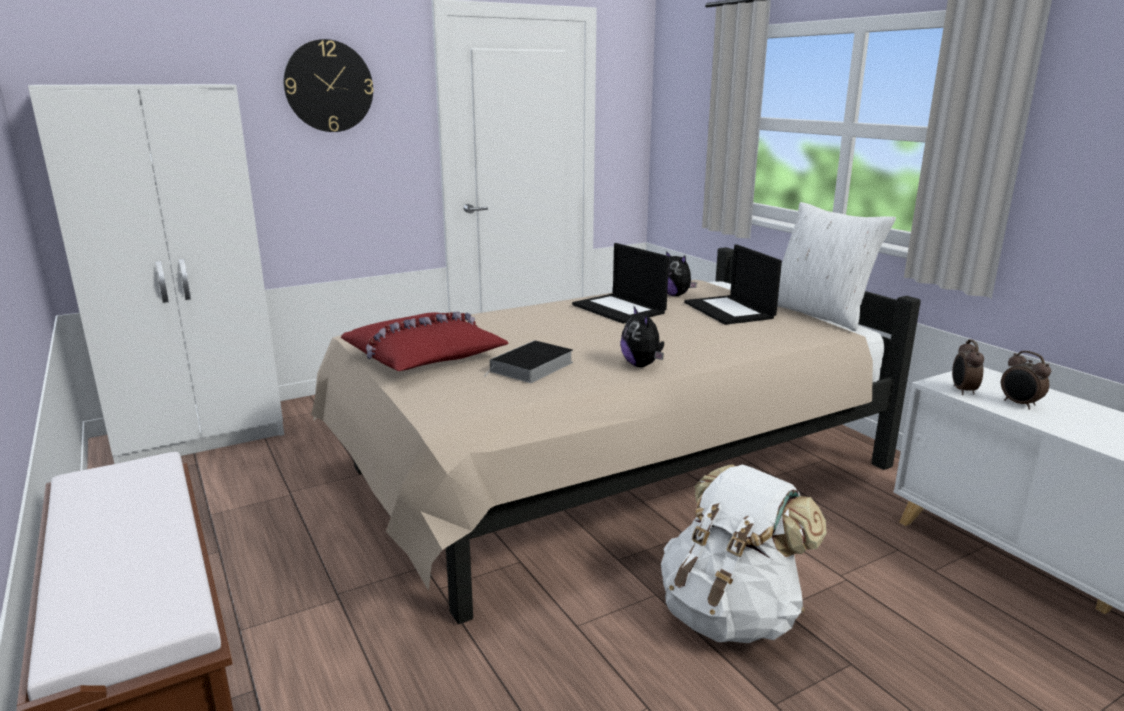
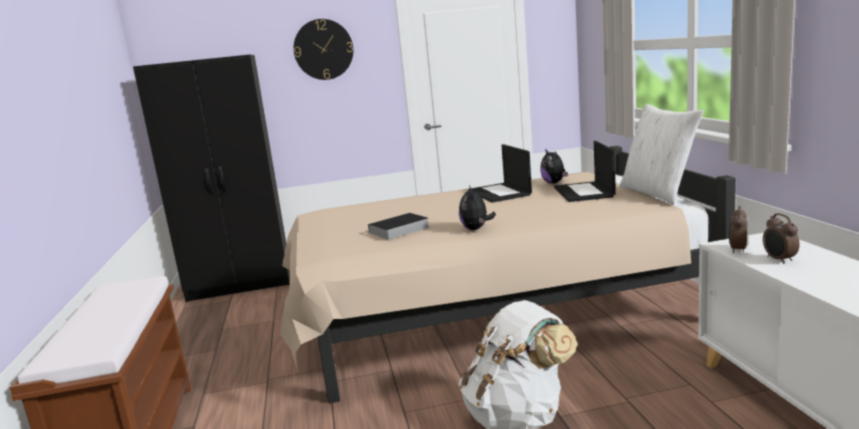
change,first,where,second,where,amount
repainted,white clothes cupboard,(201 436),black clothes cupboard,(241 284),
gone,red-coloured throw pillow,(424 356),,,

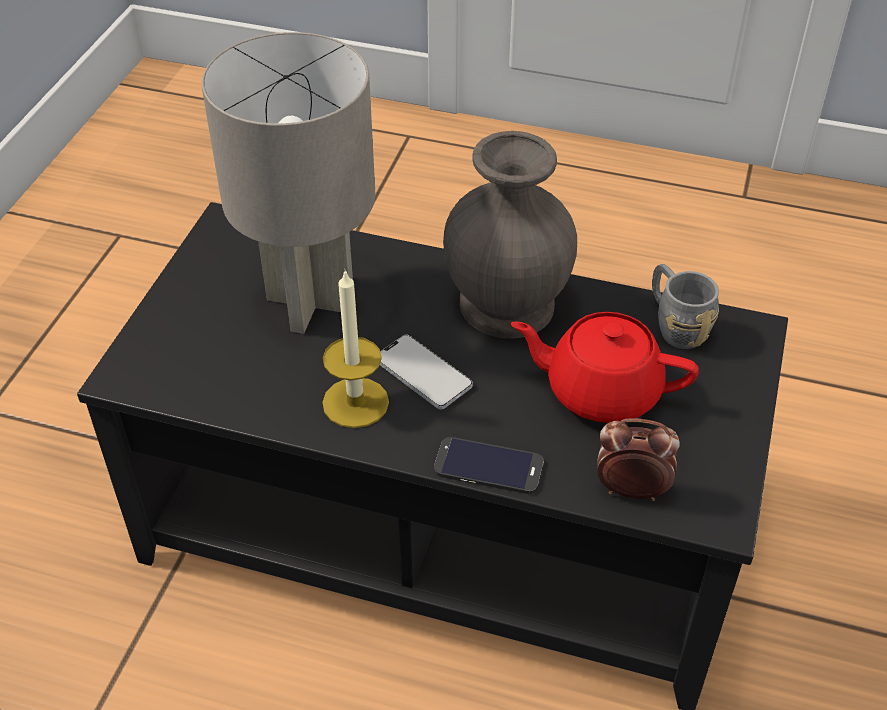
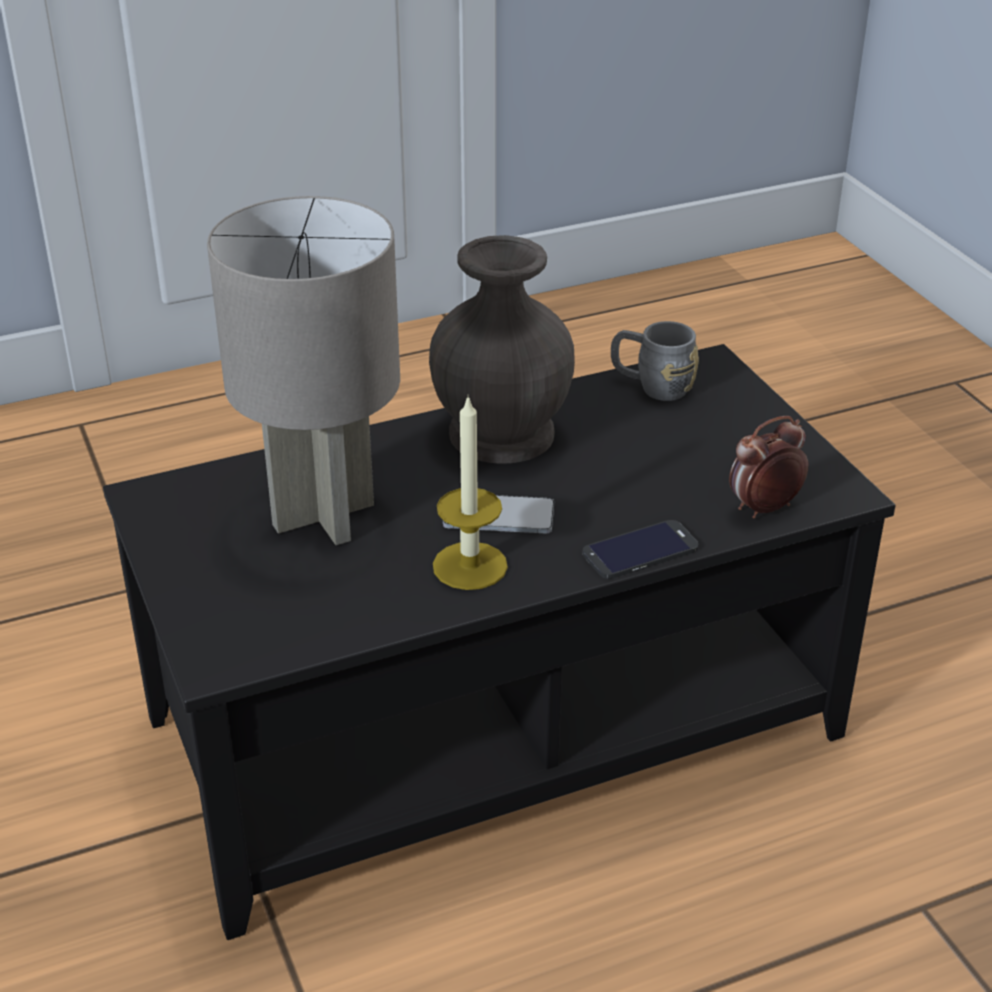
change,first,where,second,where,amount
gone,red-coloured tea pot,(600 390),,,

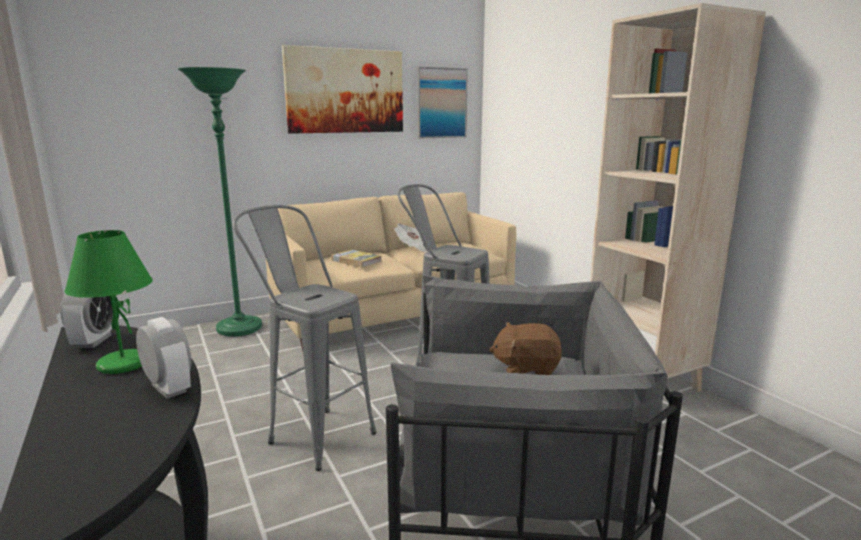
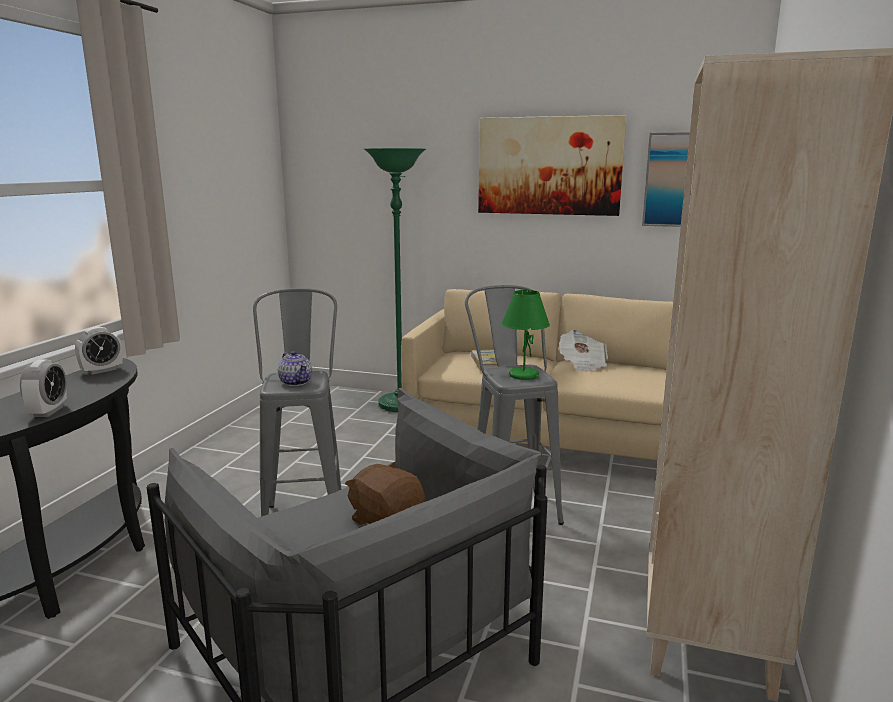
change,first,where,second,where,amount
shifted,green-coloured lamp for a table,(122 364),,(523 375),
new,,,tea pot,(296 382),

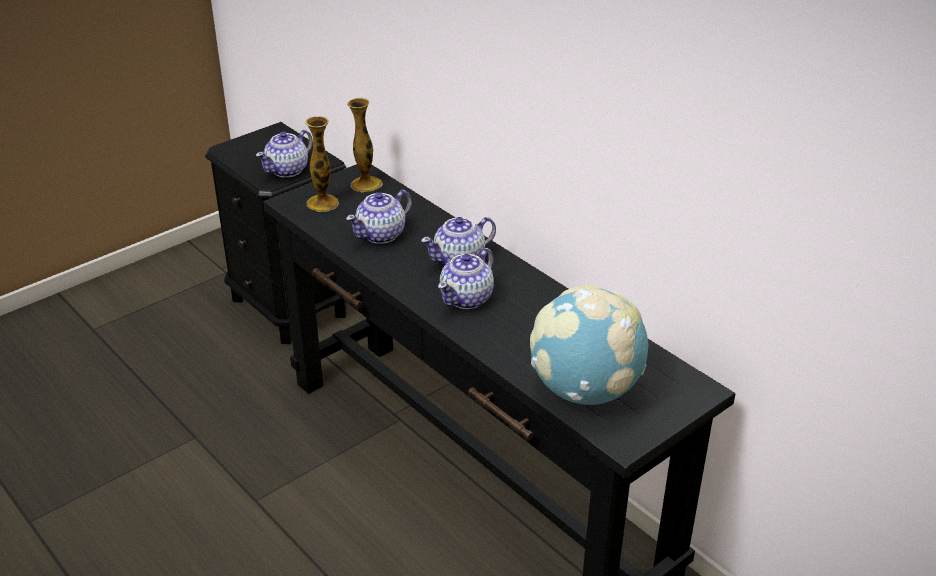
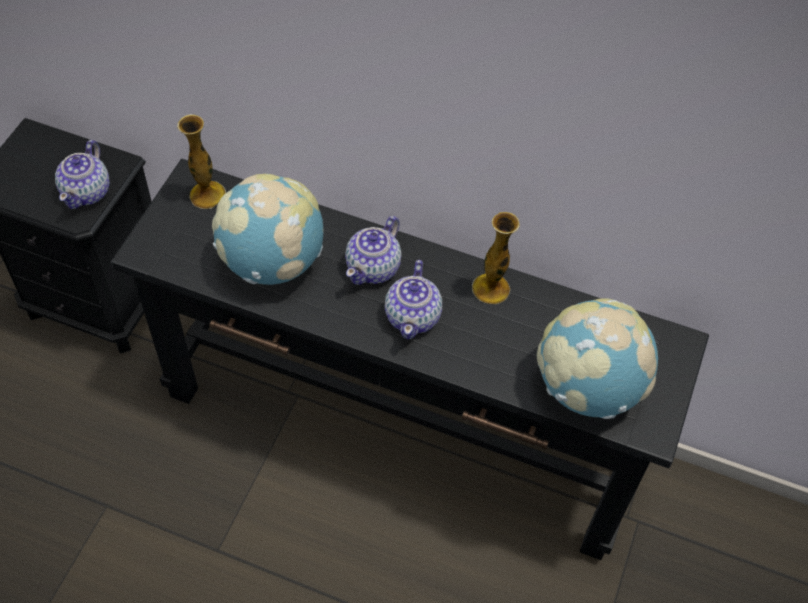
change,first,where,second,where,amount
shifted,decorative vase,(322 203),,(490 289),
swapped,tea pot,(382 234),desk globe,(273 262),

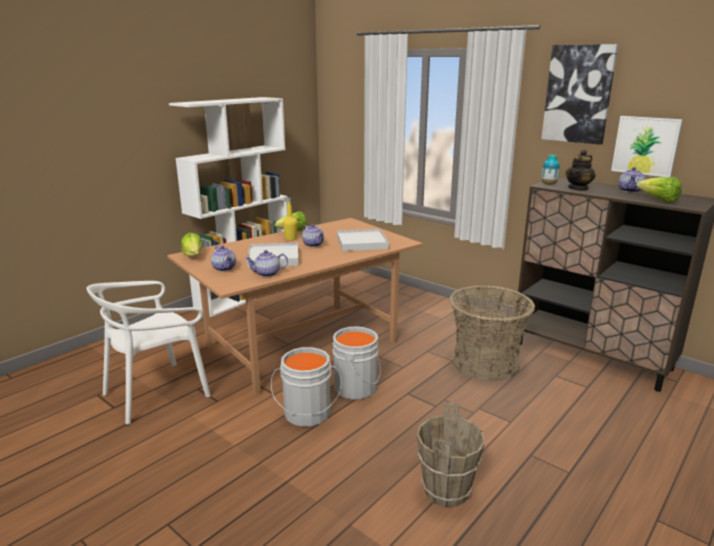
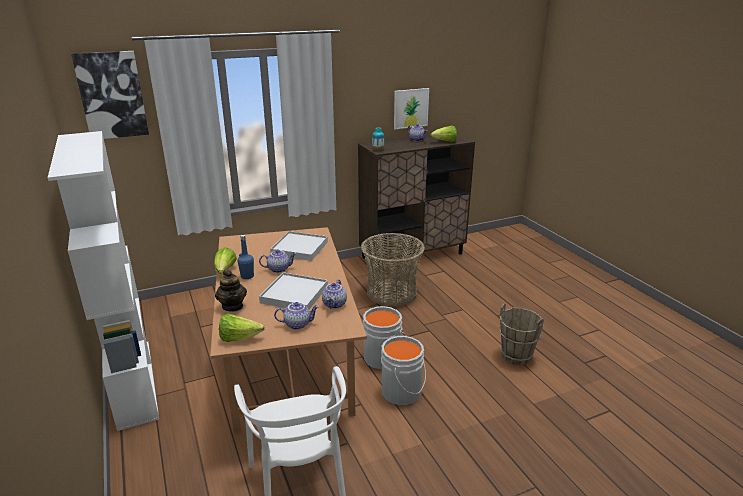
change,first,where,second,where,amount
shifted,picture,(578 94),,(112 95),
shifted,tea pot,(578 188),,(233 306),
repainted,yellow drink bottle,(290 239),blue drink bottle,(247 276),

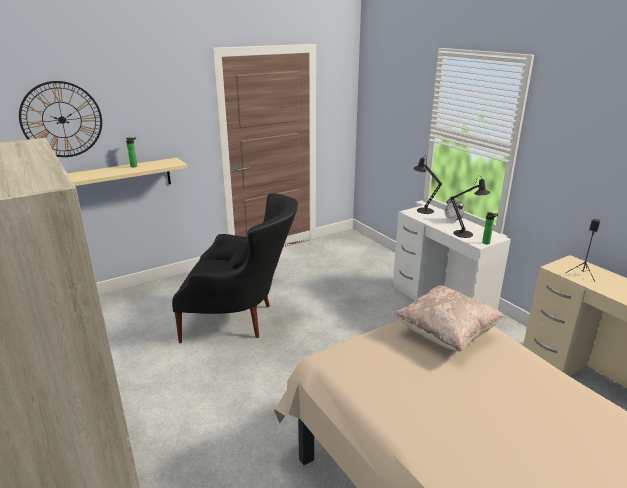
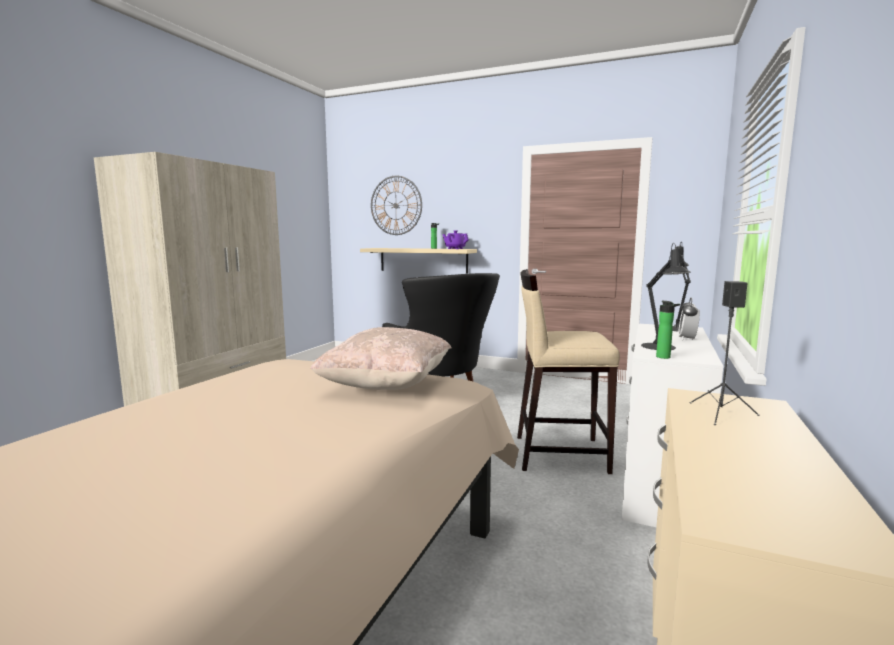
change,first,where,second,where,amount
new,,,purplish tea pot,(455 248),
new,,,beige-coloured sitting stool,(559 453),

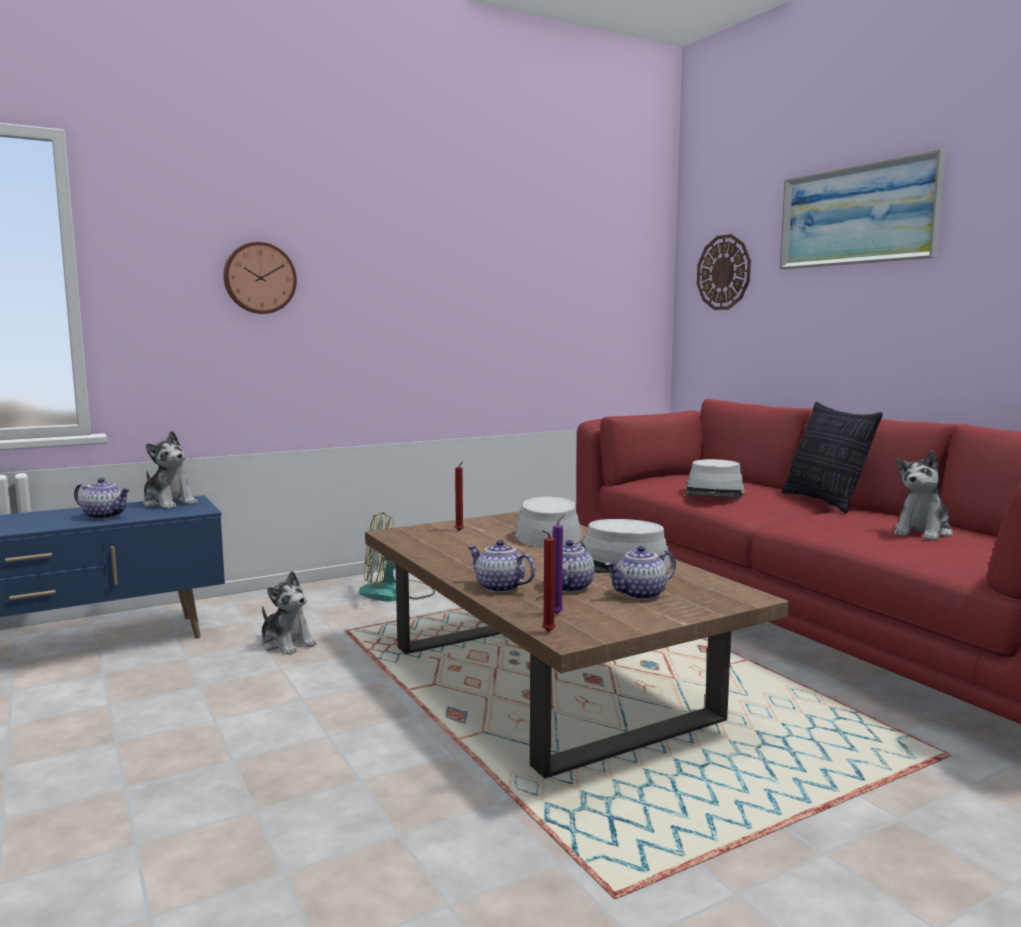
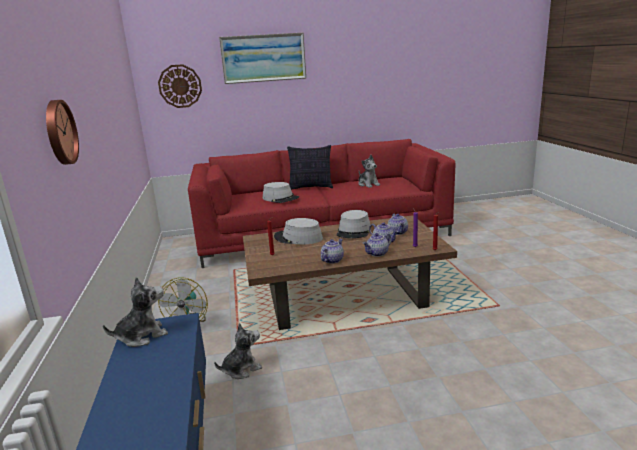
change,first,where,second,where,amount
shifted,tea pot,(105 516),,(332 260),

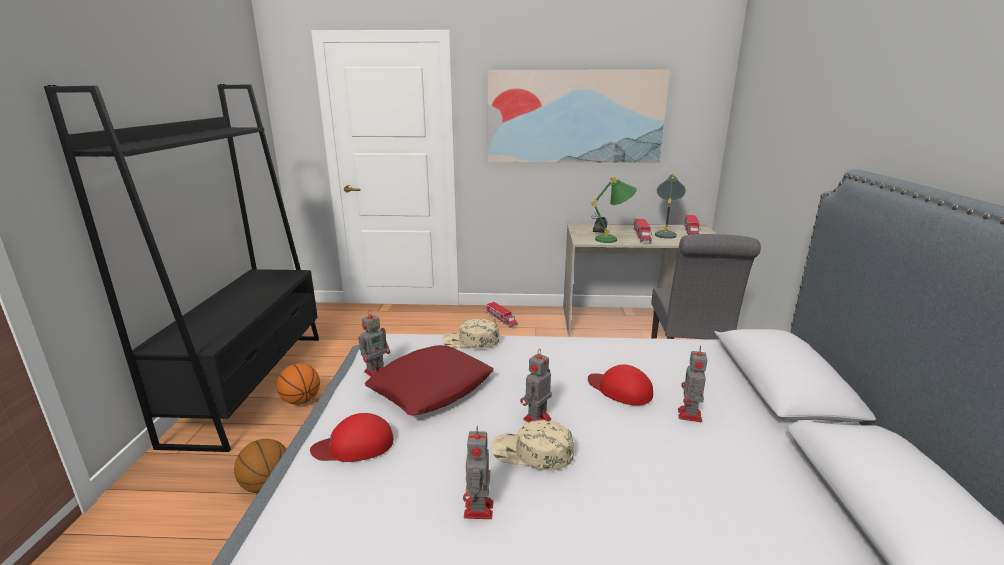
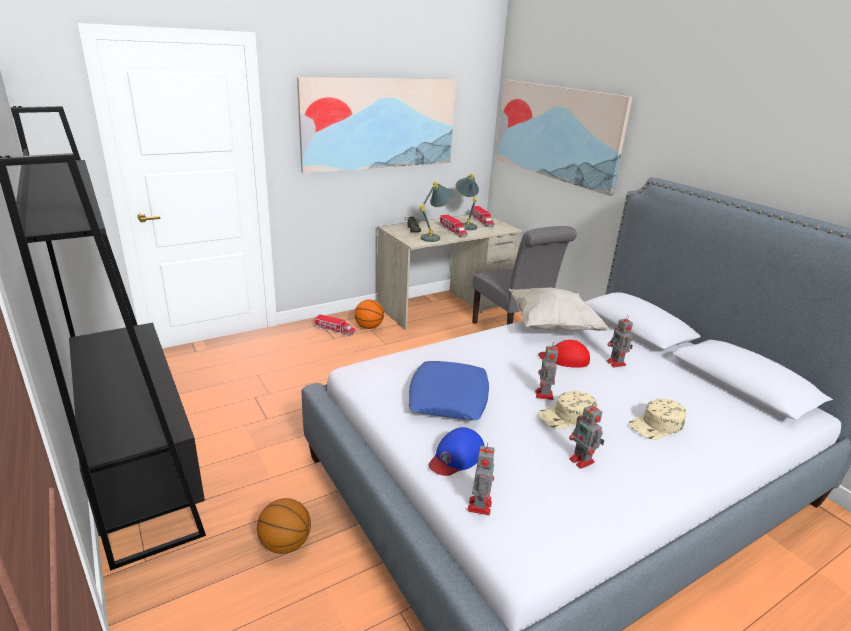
change,first,where,second,where,amount
repainted,green-coloured lamp for a table,(614 239),greyish lamp for a table,(436 237),
shifted,model robot,(377 371),,(479 505),
shifted,beige-coloured peaked cap,(470 341),,(657 425),
repainted,red-coloured throw pillow,(431 387),blue throw pillow,(449 397),
shifted,basketball,(301 401),,(369 327),
repainted,red-coloured peaked cap,(354 445),blue peaked cap,(456 456),
new,,,picture,(555 132),
new,,,white throw pillow,(550 327),

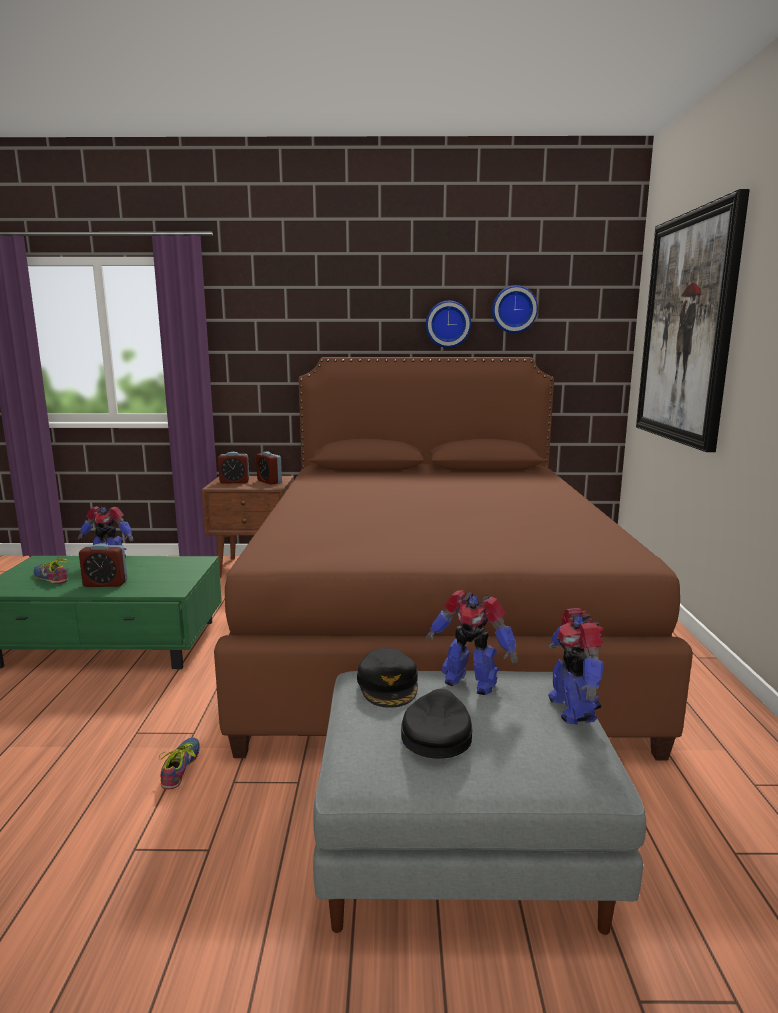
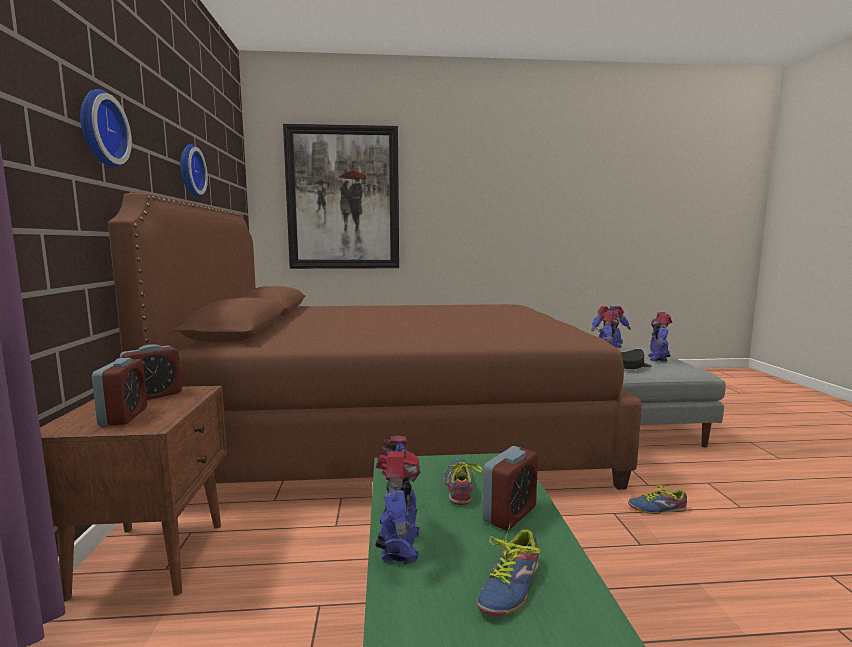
change,first,where,second,where,amount
shifted,clock on the wall,(514 309),,(99 129),
rotated,alarm clock,(105 584),,(510 514),45 degrees clockwise
swapped,black peaked cap,(437 733),model robot,(658 359),
new,,,shoe,(462 486),

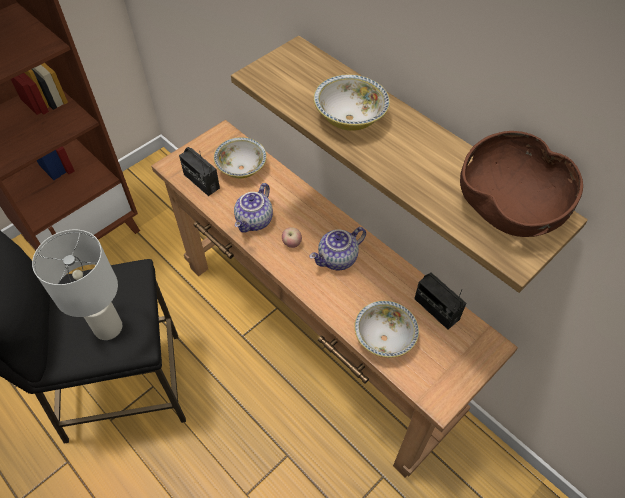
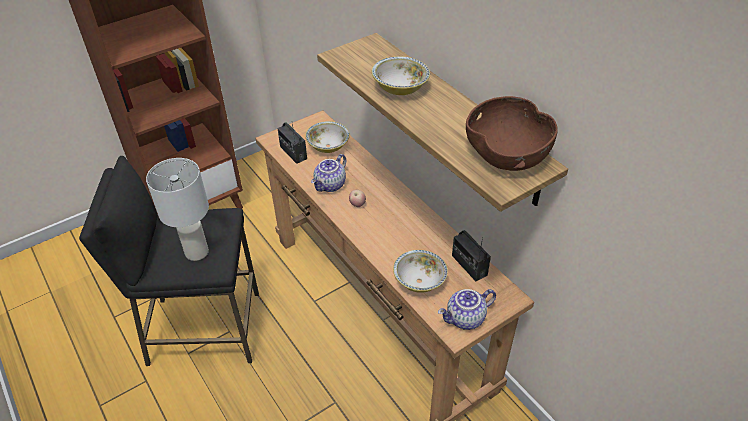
change,first,where,second,where,amount
shifted,tea pot,(337 259),,(465 319),

